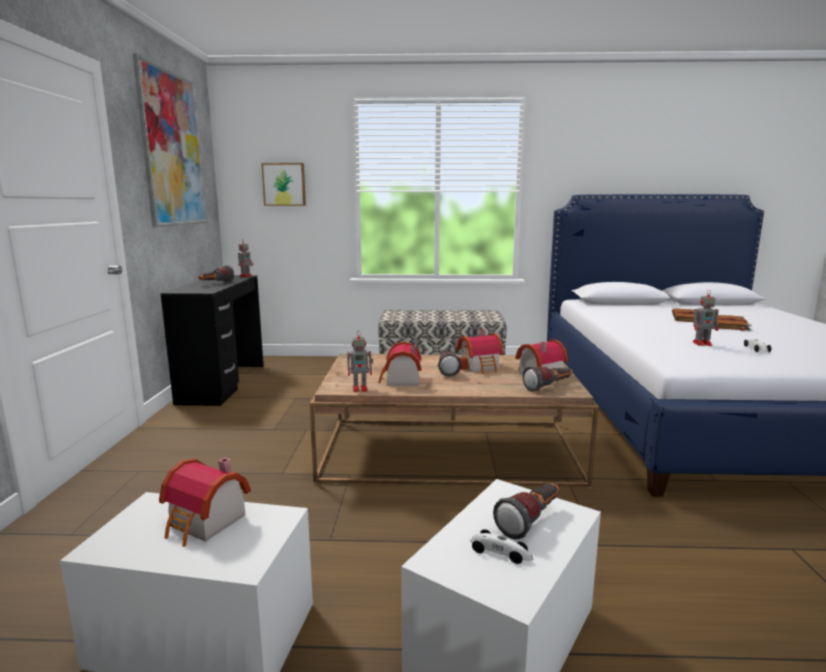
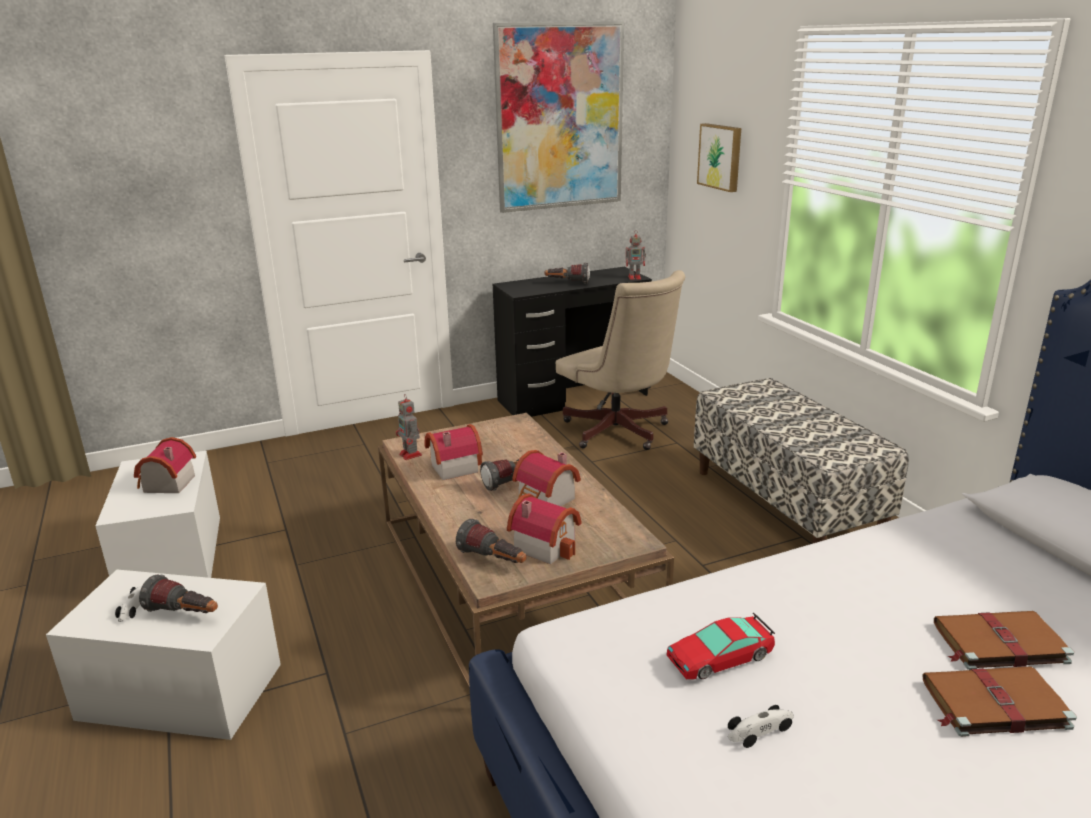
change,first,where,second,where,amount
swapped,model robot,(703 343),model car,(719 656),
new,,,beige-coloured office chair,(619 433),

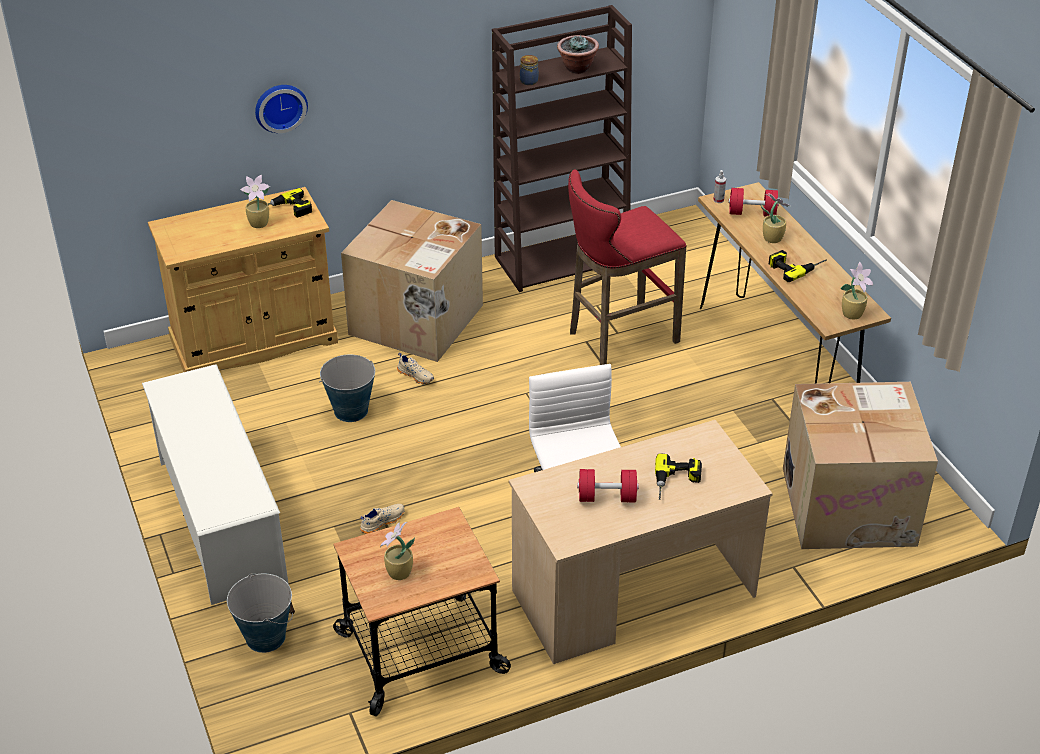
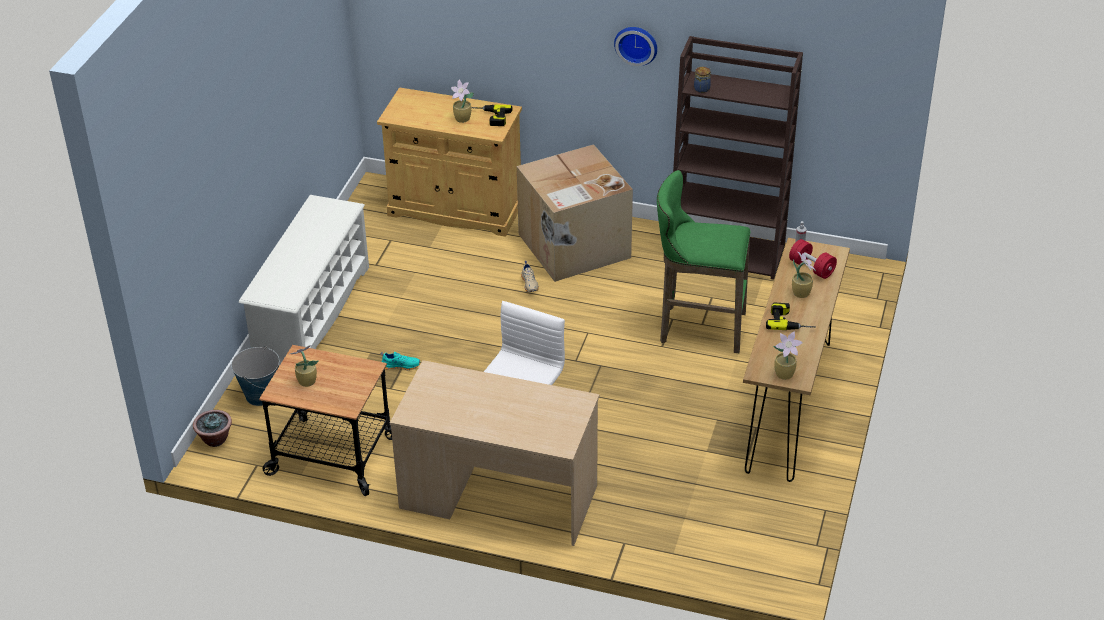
change,first,where,second,where,amount
shifted,potted plant,(577 68),,(215 439),
shifted,clock on the wall,(280 106),,(636 44),
repainted,red-coloured sitting stool,(618 338),green-coloured sitting stool,(698 328),
gone,bucket,(350 410),,,
gone,packing box,(849 505),,,
gone,drill,(677 483),,,
gone,red-coloured hand weight,(607 497),,,
repainted,beige-coloured shoe,(381 521),turquoise shoe,(400 365),

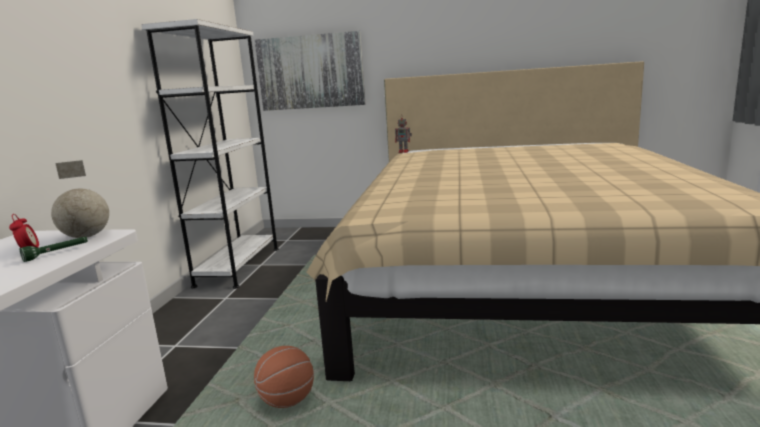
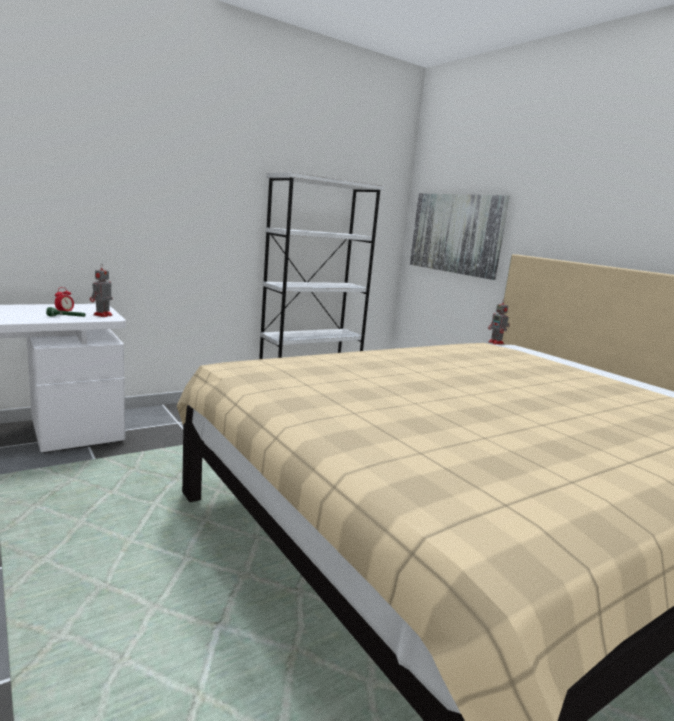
change,first,where,second,where,amount
swapped,desk globe,(87 236),model robot,(102 315),
gone,basketball,(287 401),,,

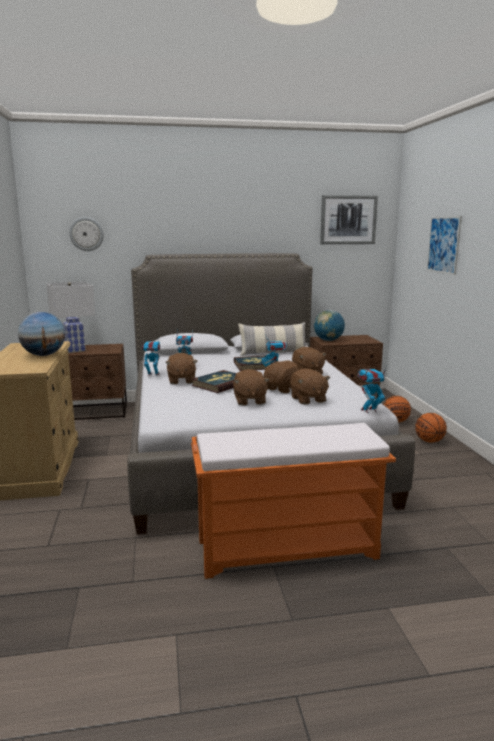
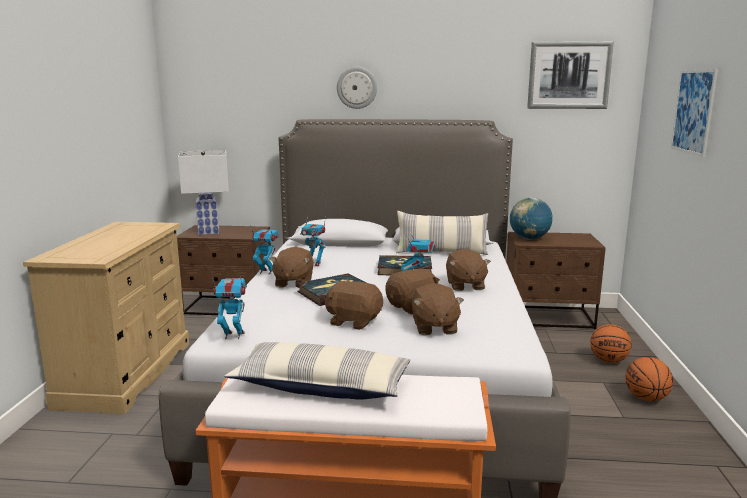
change,first,where,second,where,amount
shifted,clock on the wall,(86 234),,(357 87),
gone,desk globe,(44 355),,,
shifted,model robot,(369 410),,(233 335),
rotated,brown-coloured cuddly toy,(249 401),,(354 321),105 degrees clockwise
new,,,throw pillow,(321 386),

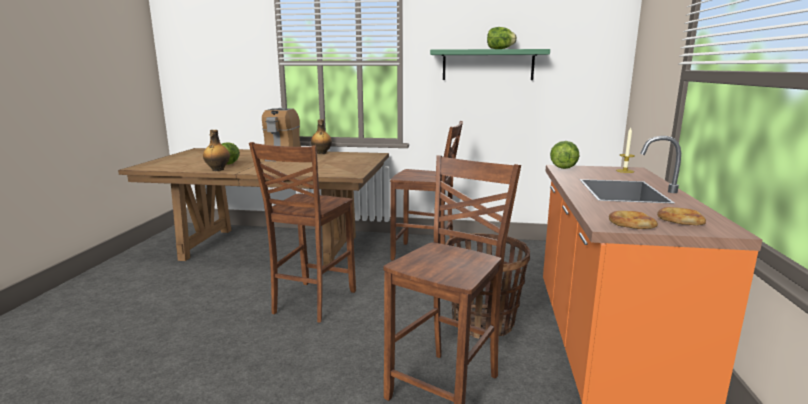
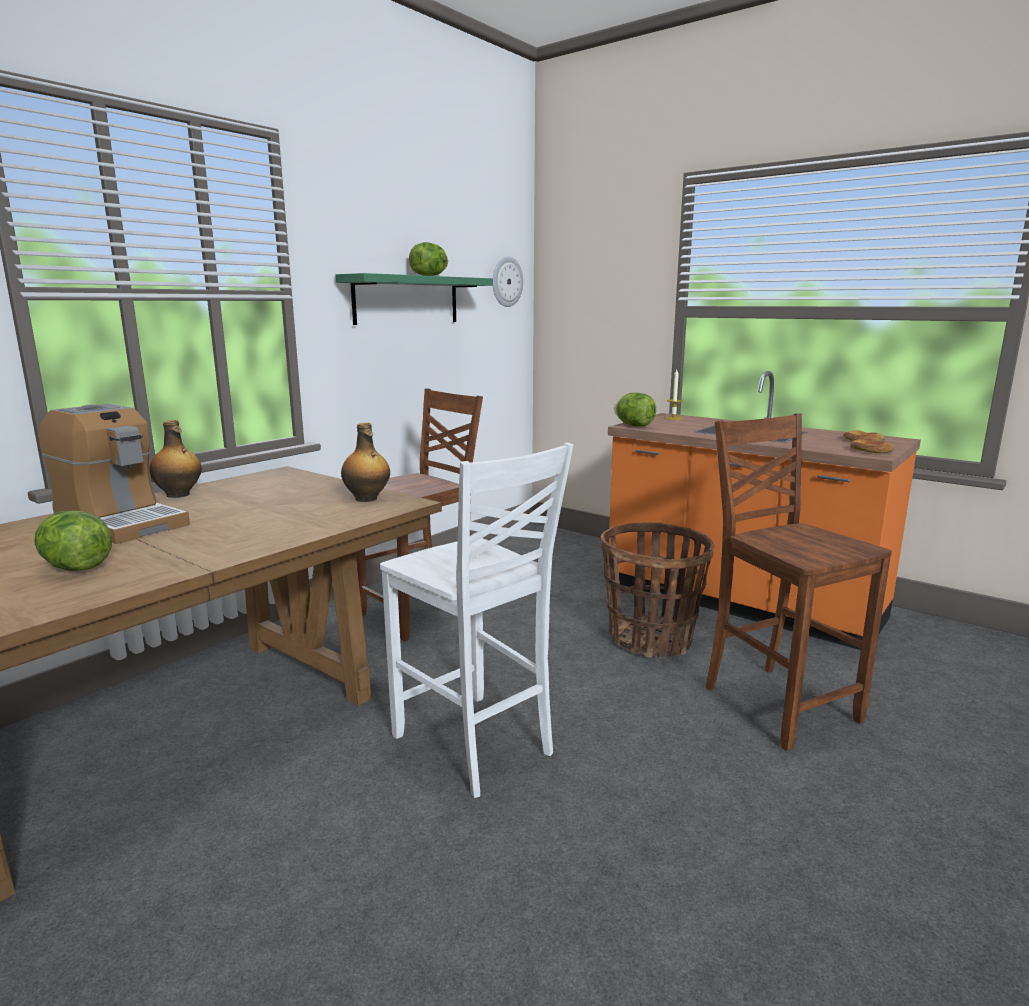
change,first,where,second,where,amount
shifted,drink bottle,(217 170),,(367 499),
repainted,brown-coloured chair,(312 302),white chair,(475 746),
new,,,clock on the wall,(506 282),

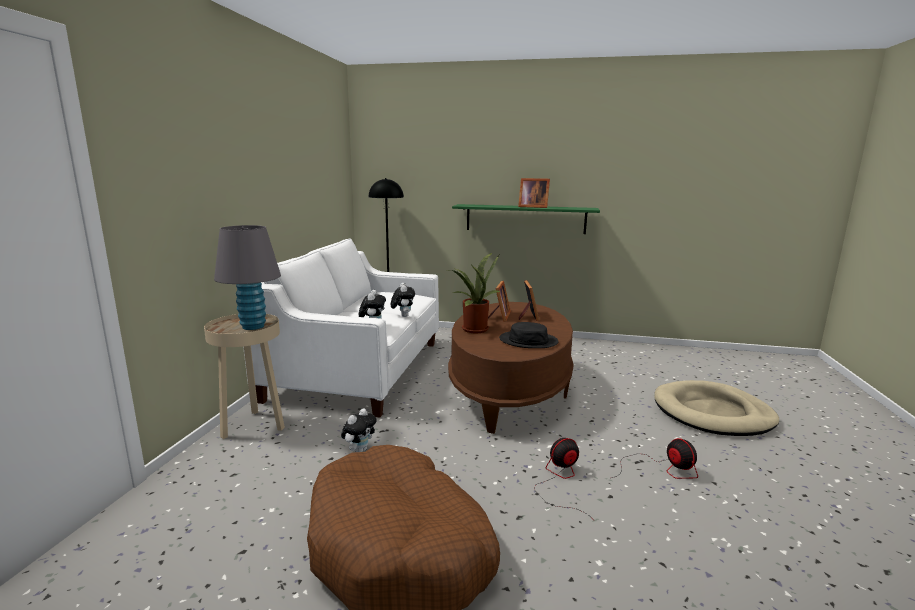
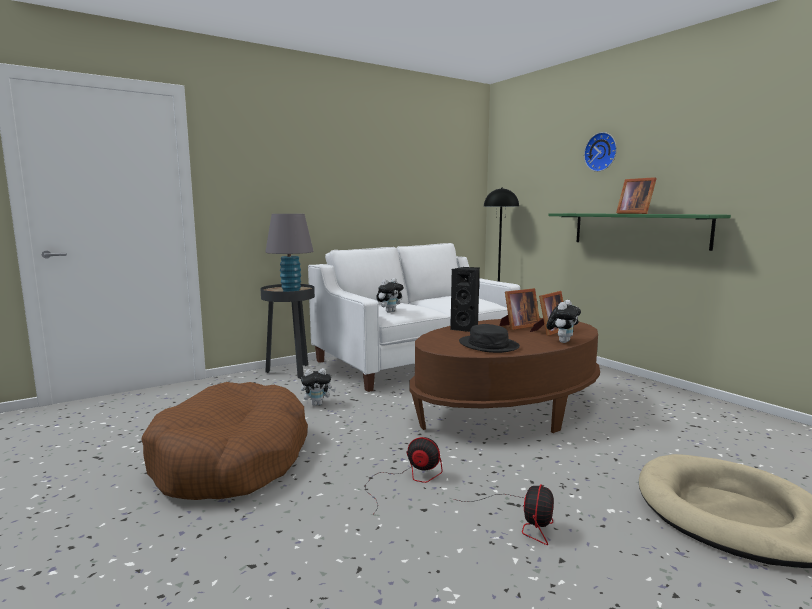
change,first,where,second,where,amount
swapped,potted plant,(473 329),black speaker,(466 328),
shifted,cuddly toy,(403 316),,(562 341),
repainted,beige-coloured accent table,(253 426),black accent table,(291 372),
new,,,clock on the wall,(601 152),

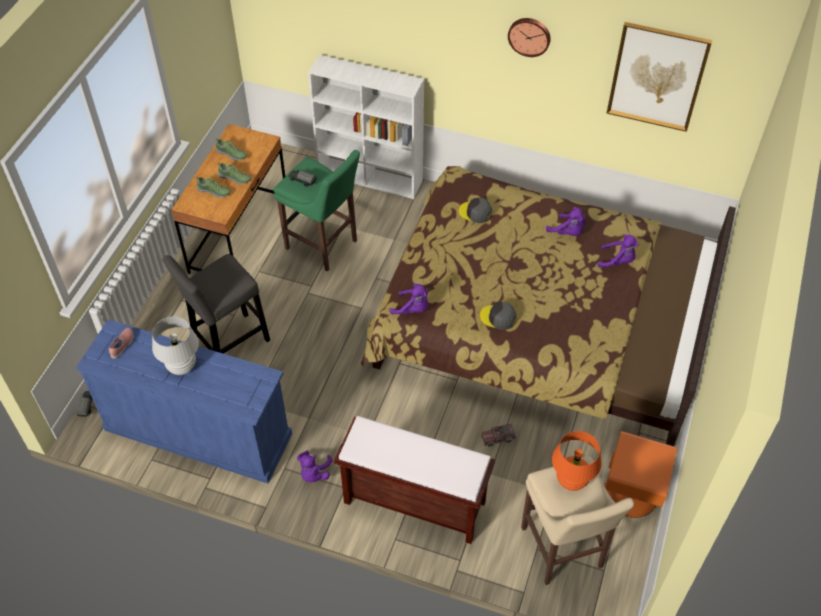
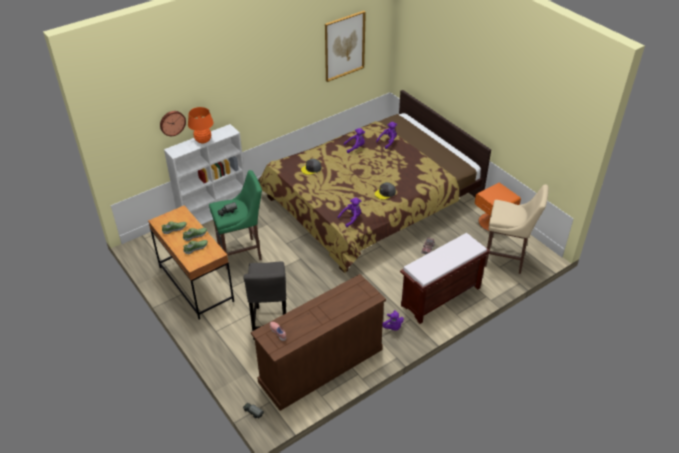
change,first,where,second,where,amount
shifted,clock on the wall,(529 36),,(172 122),
gone,white lamp for a table,(182 366),,,
repainted,blue drawer chest,(197 432),brown-coloured drawer chest,(320 366),
shifted,orange-coloured lamp for a table,(571 480),,(203 140),

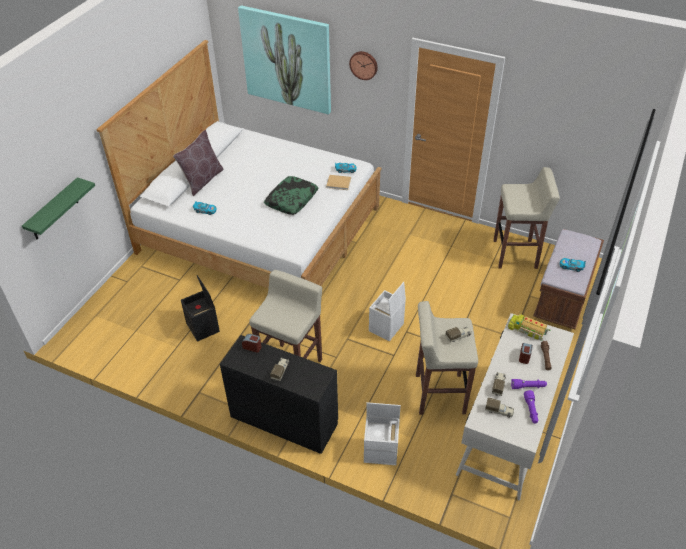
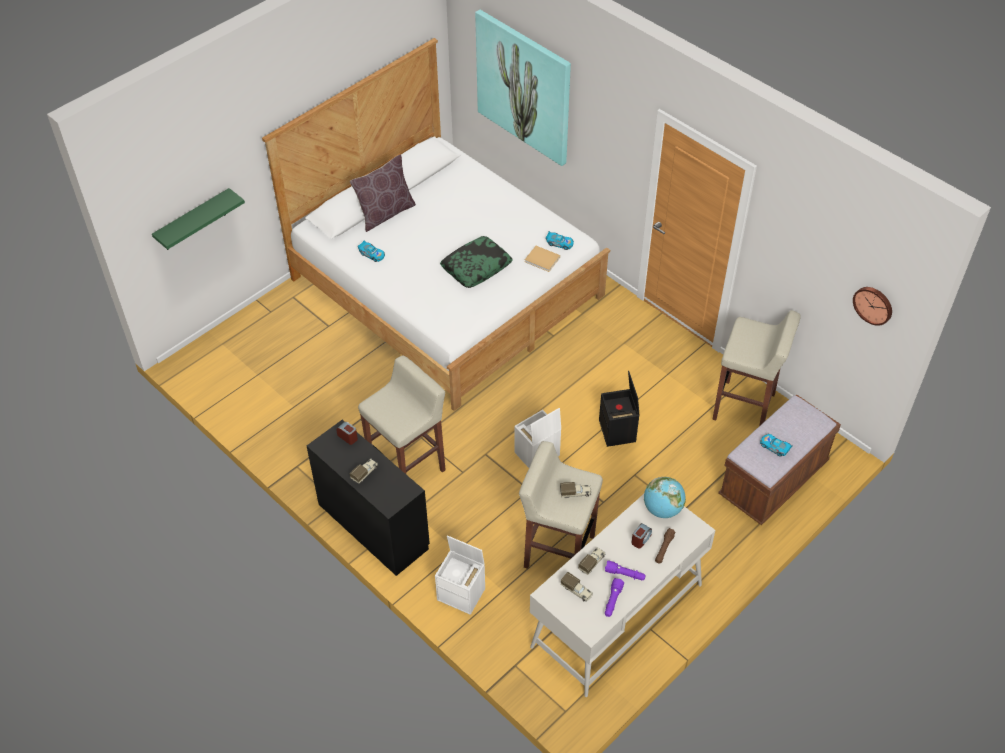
change,first,where,second,where,amount
shifted,clock on the wall,(364 65),,(873 304),
shifted,black storage container,(203 327),,(618 431),
swapped,model truck,(527 329),desk globe,(662 509),

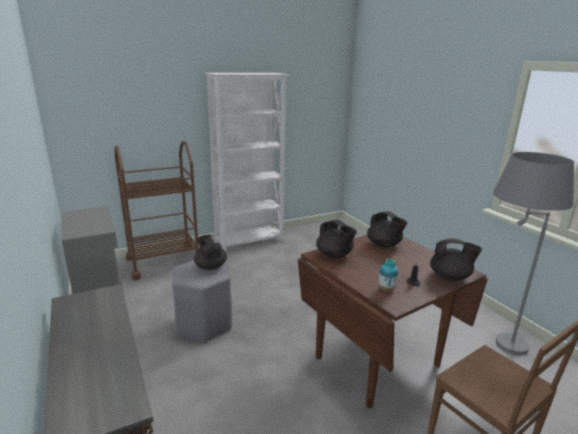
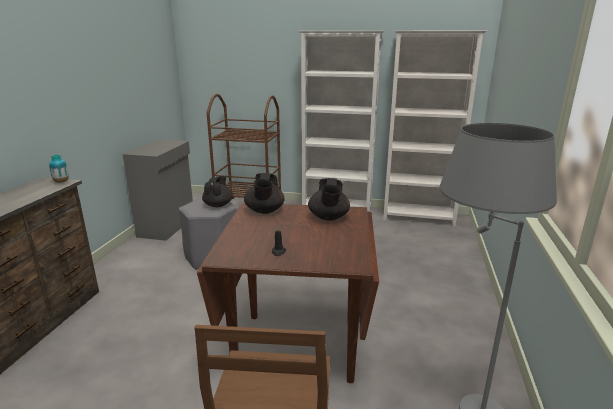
change,first,where,second,where,amount
gone,black tea pot,(450 277),,,
shifted,decorative vase,(386 289),,(61 182),
new,,,white shelving unit,(419 218),

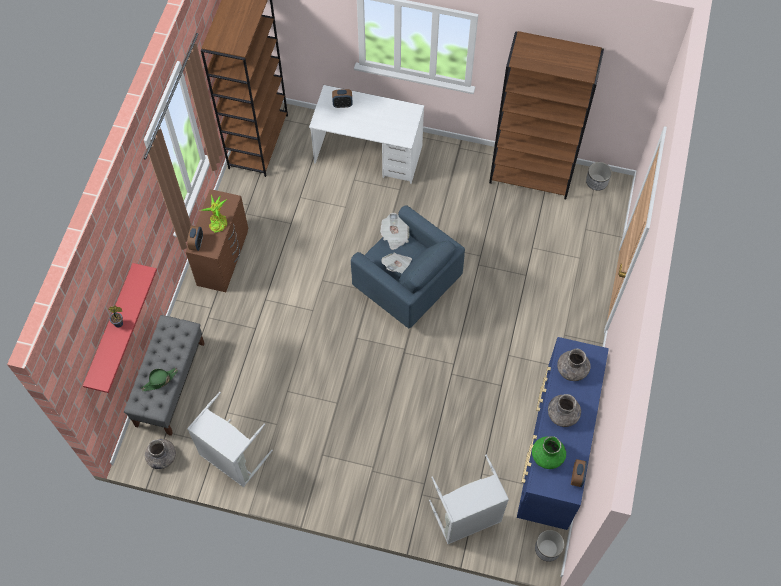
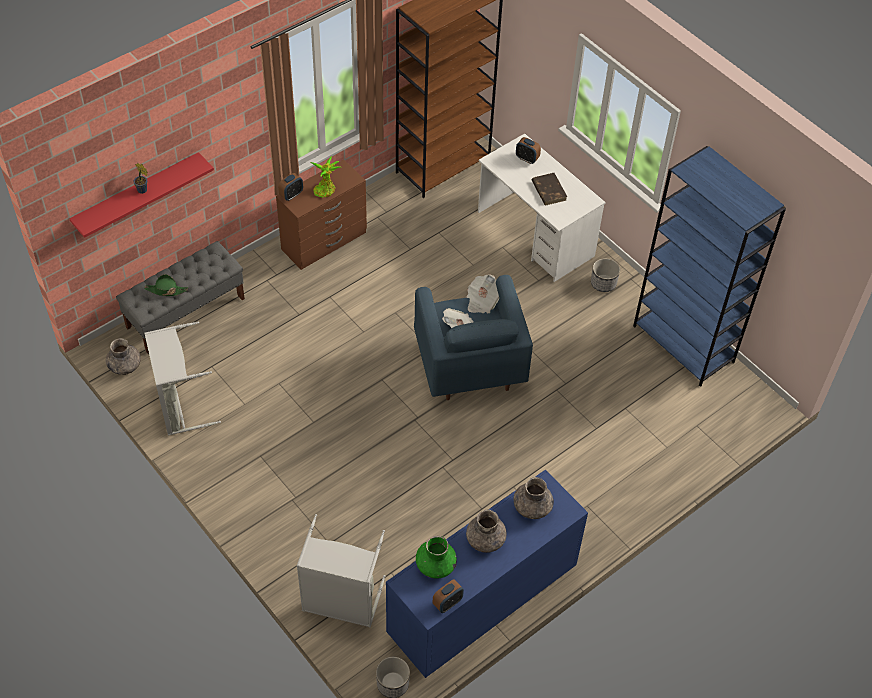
change,first,where,second,where,amount
repainted,brown-coloured shelving unit,(531 174),blue shelving unit,(684 344),
shifted,plant pot,(596 182),,(603 283),
new,,,brown-coloured volume,(548 190),

